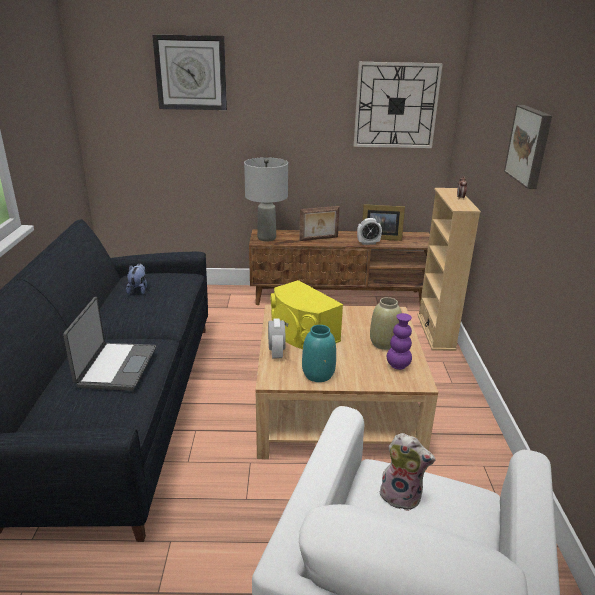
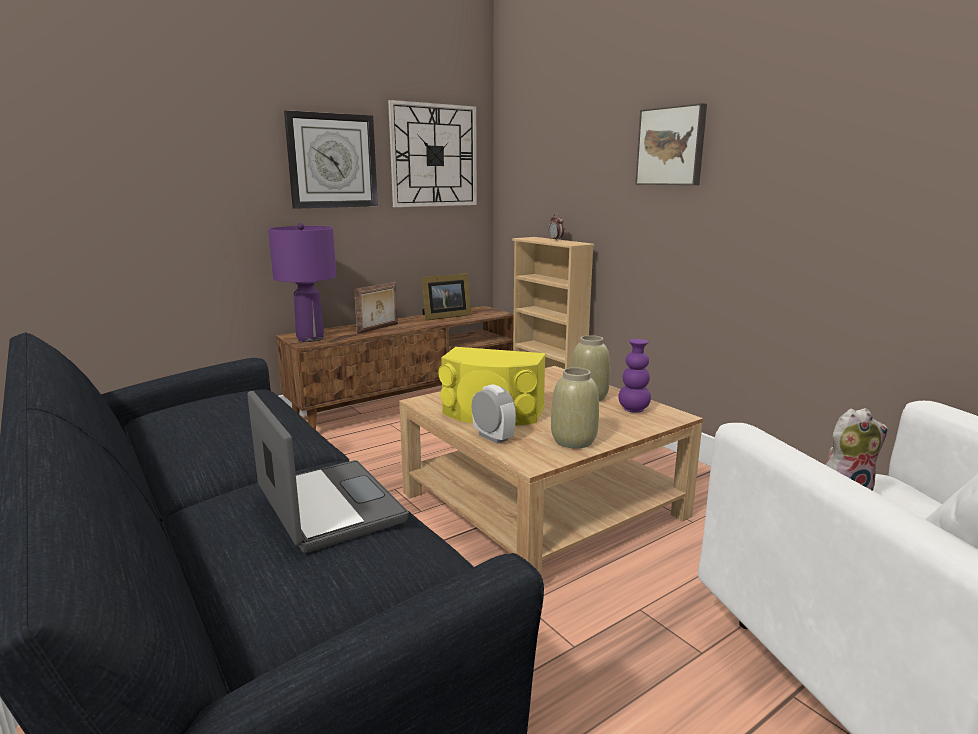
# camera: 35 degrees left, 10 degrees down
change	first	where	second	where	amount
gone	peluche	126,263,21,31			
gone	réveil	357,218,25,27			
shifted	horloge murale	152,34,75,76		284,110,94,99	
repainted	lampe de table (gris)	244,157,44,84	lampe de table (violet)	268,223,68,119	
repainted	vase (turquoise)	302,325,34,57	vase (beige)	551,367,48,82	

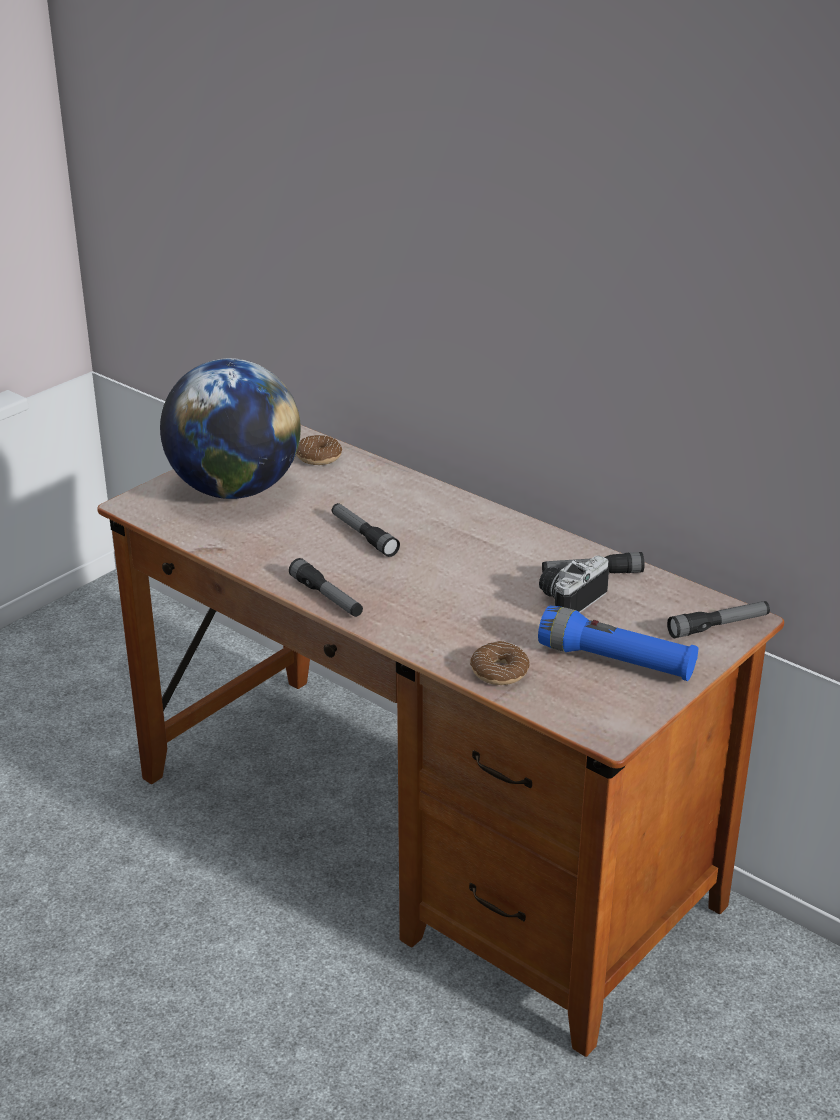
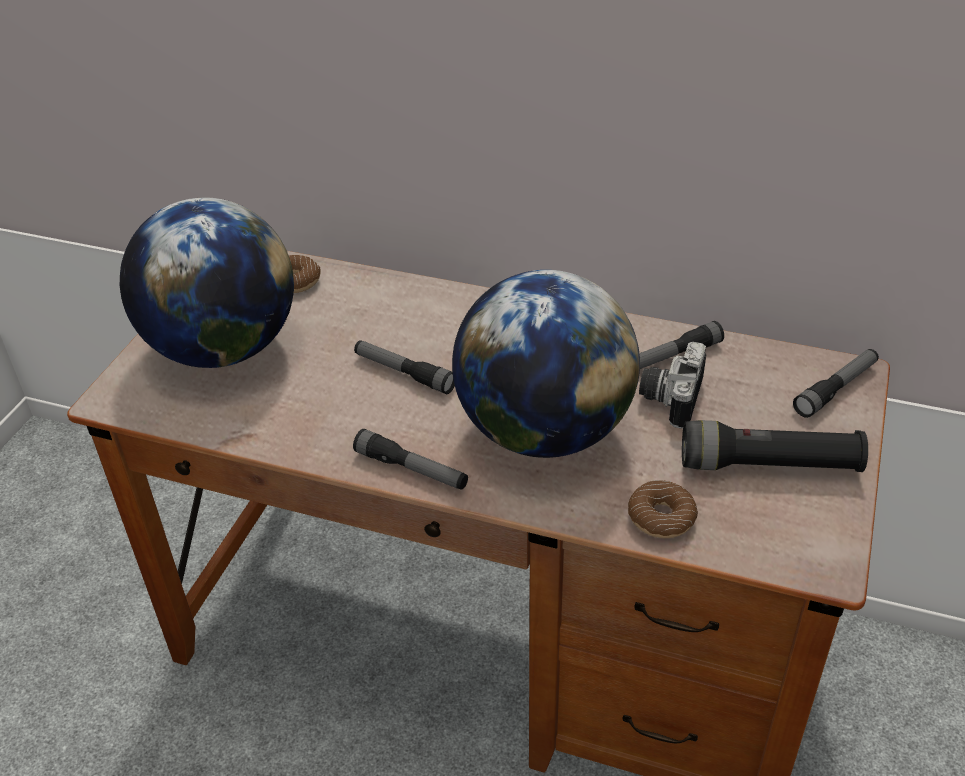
# camera: 20 degrees left, 10 degrees up
change	first	where	second	where	amount
new			globe	452,270,188,188	
repainted	lampe de poche (bleu)	538,605,161,76	lampe de poche (noir)	682,420,186,52	

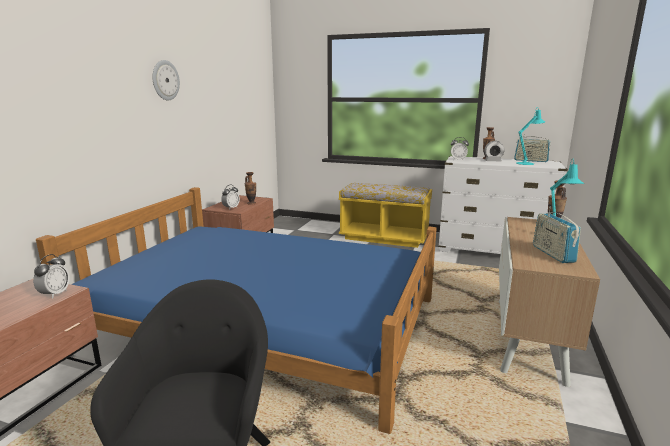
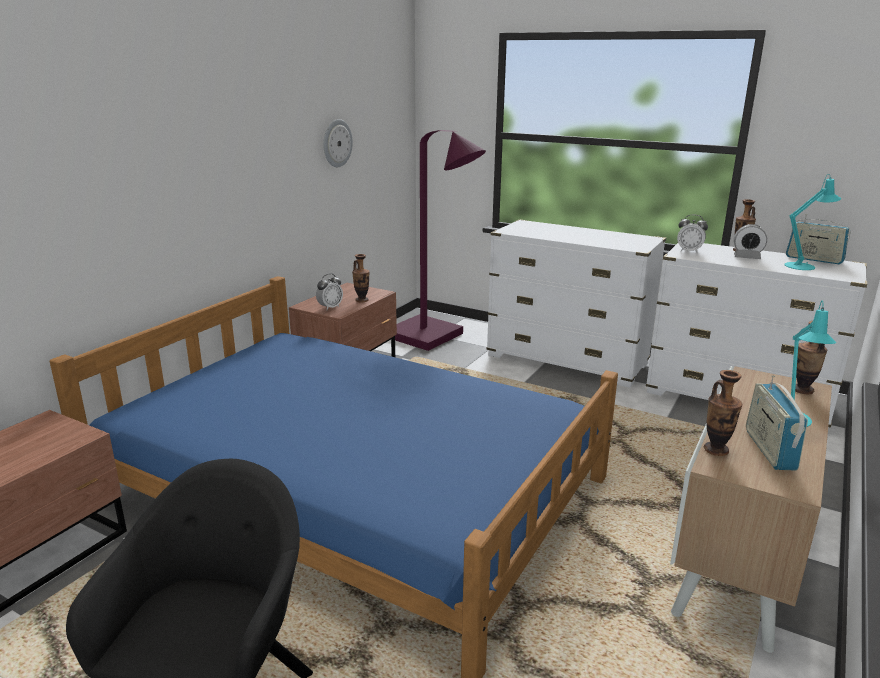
# camera: 10 degrees right, 5 degrees up
change	first	where	second	where	amount
gone	réveil	33,254,37,45			
new			lampadaire (violet)	395,130,91,221	
new			vase	703,370,39,86	
shifted	horloge murale	152,60,28,41		323,119,30,48	
swapped	banc (jaune)	339,183,93,65	commode (blanc)	487,219,179,169	

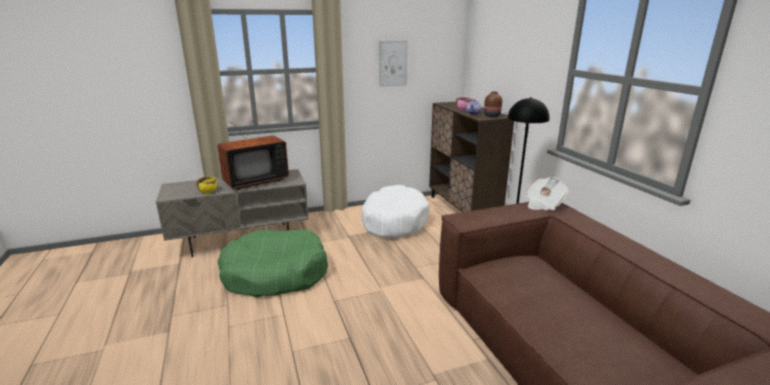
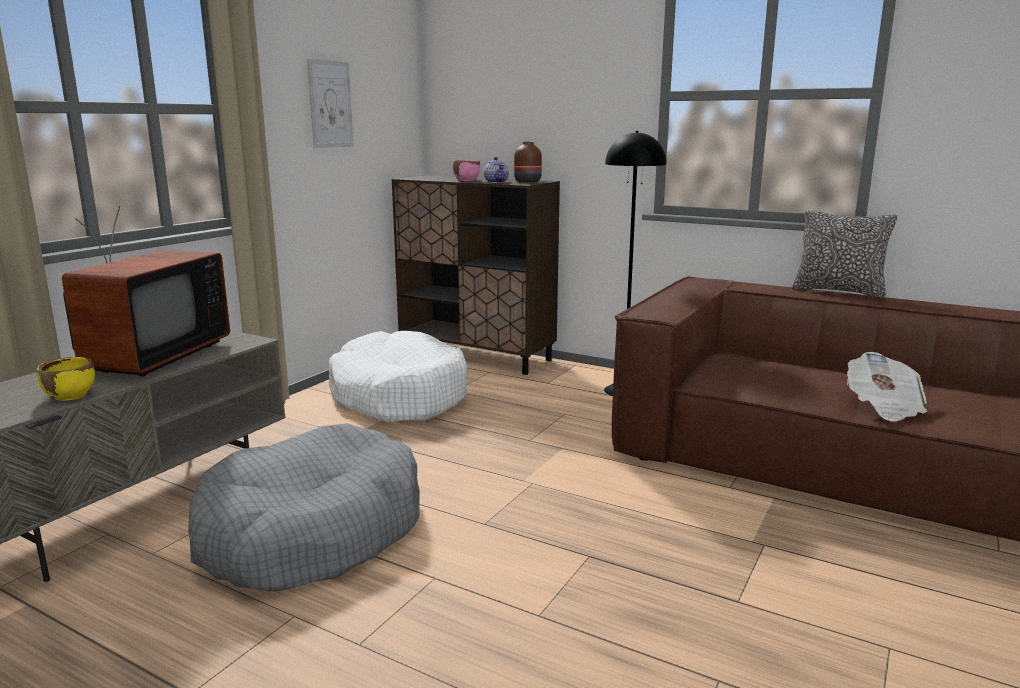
# camera: 40 degrees left, 5 degrees down
change	first	where	second	where	amount
new			coussin	792,210,105,89	
shifted	journal	526,177,43,33		847,352,80,69	
repainted	panier pour chien (vert)	218,229,110,68	panier pour chien (gris)	188,423,232,169	

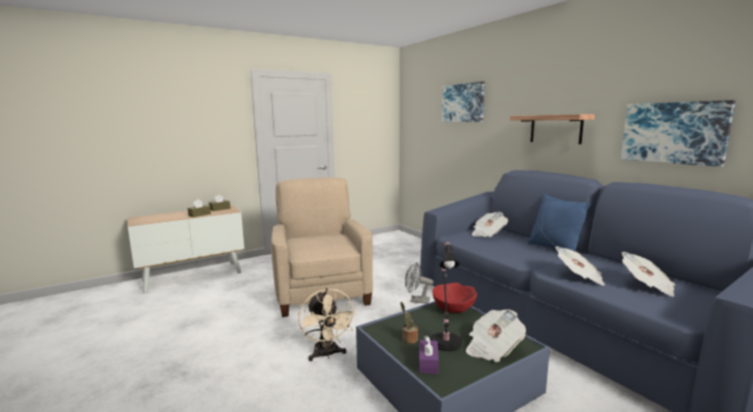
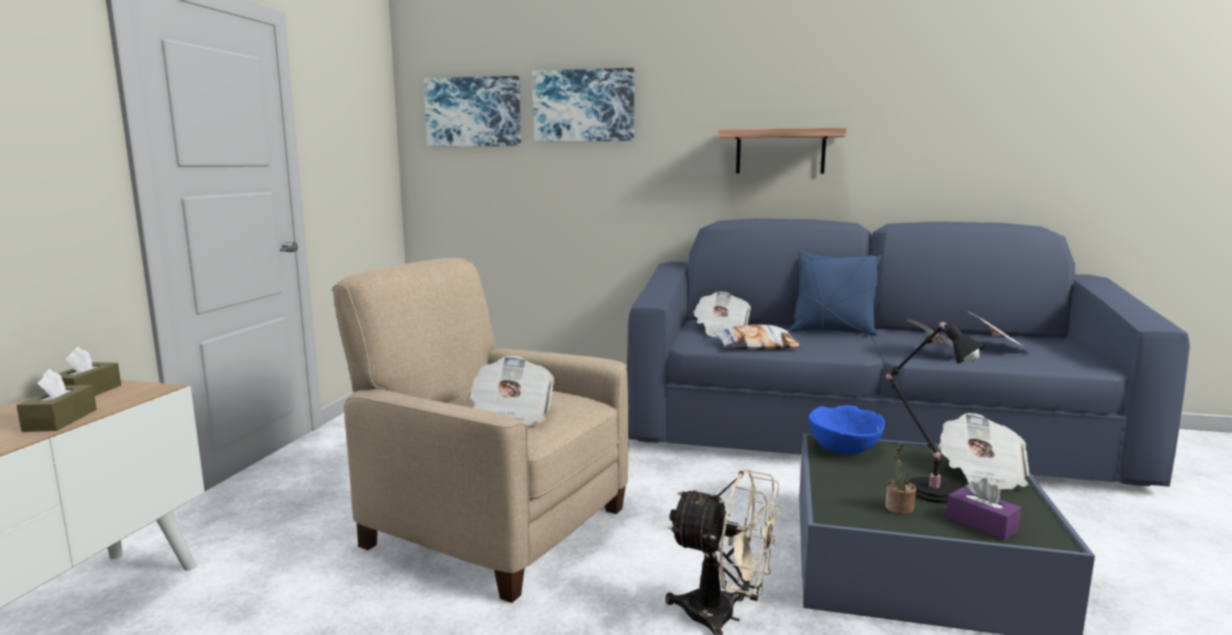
# camera: 45 degrees left, 0 degrees up
change	first	where	second	where	amount
gone	ventilateur (gris)	405,262,29,42			
new			journal	468,356,87,70	
new			coussin	713,325,88,25	
shifted	tableau	621,100,114,67		424,76,97,70	
repainted	bol (rouge)	432,283,45,30	bol (bleu)	808,405,77,49	

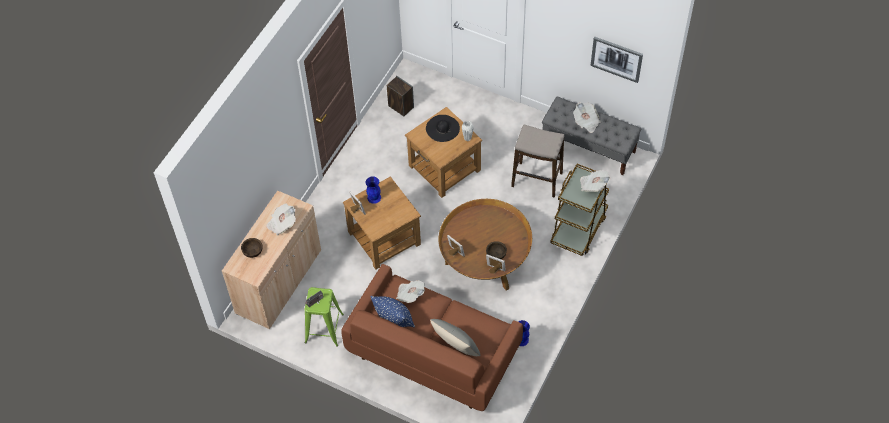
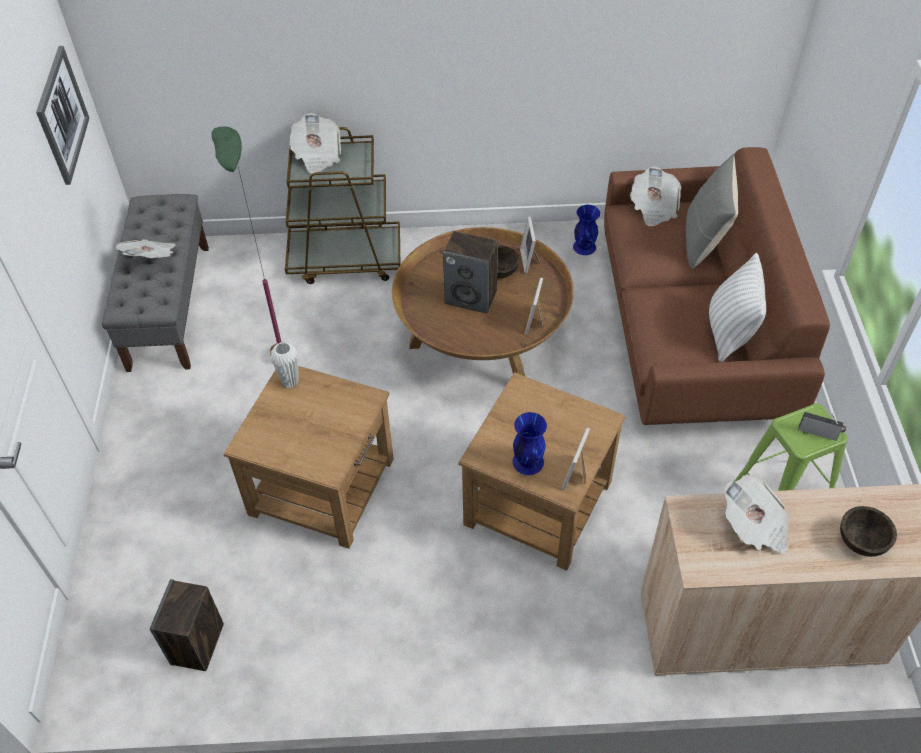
# camera: 120 degrees left, 5 degrees down
change	first	where	second	where	amount
gone	chapeau (noir)	426,115,34,27			
new			enceinte	443,231,55,83	
shifted	journal	396,280,29,23		630,167,51,60	
swapped	tabouret	511,125,53,73	lampadaire (vert)	211,126,72,230	
repainted	coussin (bleu)	371,296,44,31	coussin (blanc)	709,253,57,109	

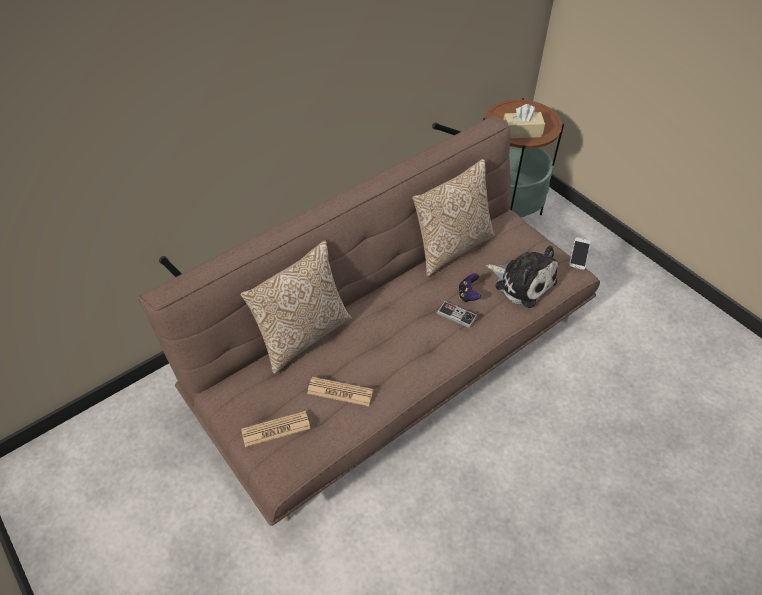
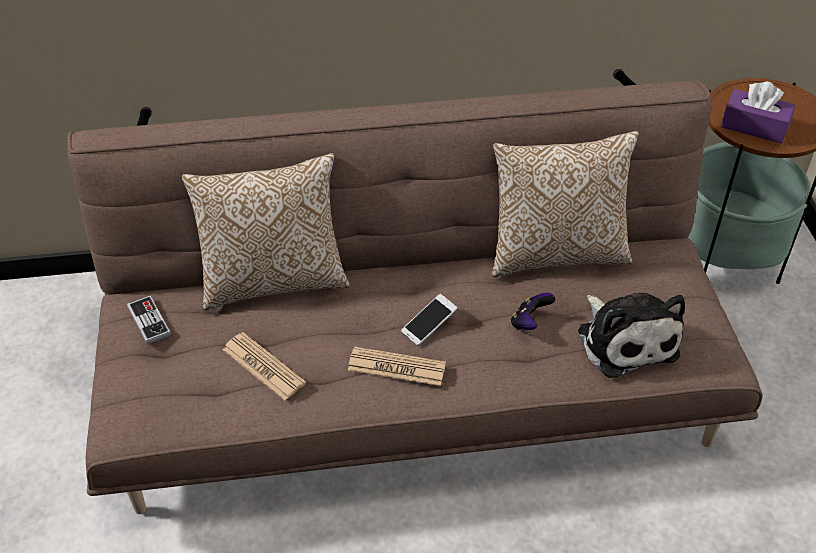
# camera: 30 degrees right, 5 degrees down
change	first	where	second	where	amount
shifted	journal	241,411,70,36		348,346,98,40	
shifted	manette	437,301,40,27		127,295,44,50	
shifted	téléphone	569,237,22,33		401,294,57,52	
repainted	boîte à mouchoirs (beige)	504,104,41,34	boîte à mouchoirs (violet)	721,82,74,61	

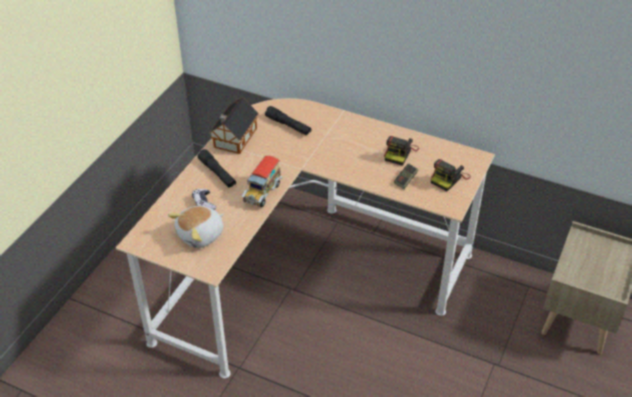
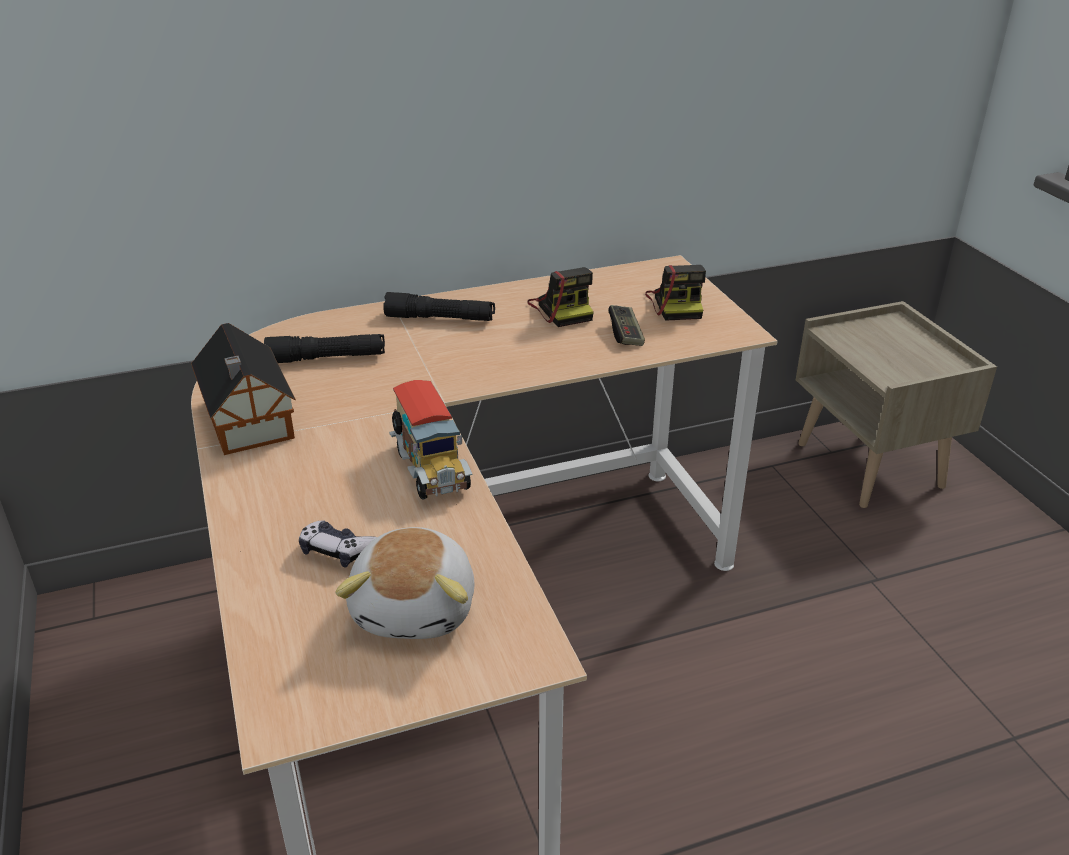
# camera: 45 degrees left, 10 degrees down
change	first	where	second	where	amount
shifted	lampe de poche (noir)	198,149,38,39		383,292,112,29	

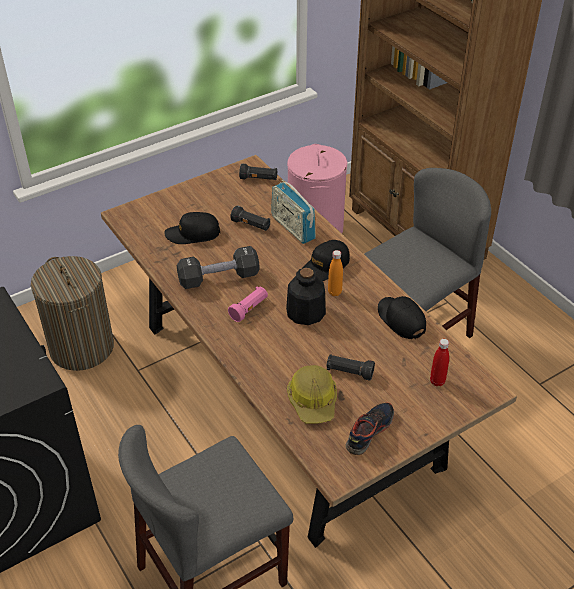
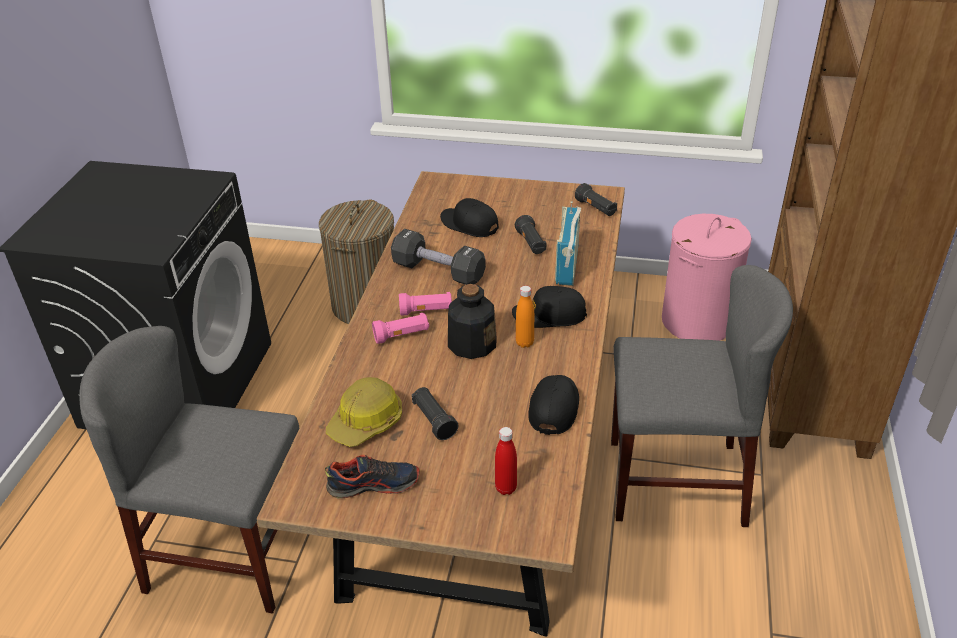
# camera: 45 degrees right, 5 degrees down
change	first	where	second	where	amount
new			lampe de poche (rose)	372,313,57,31	

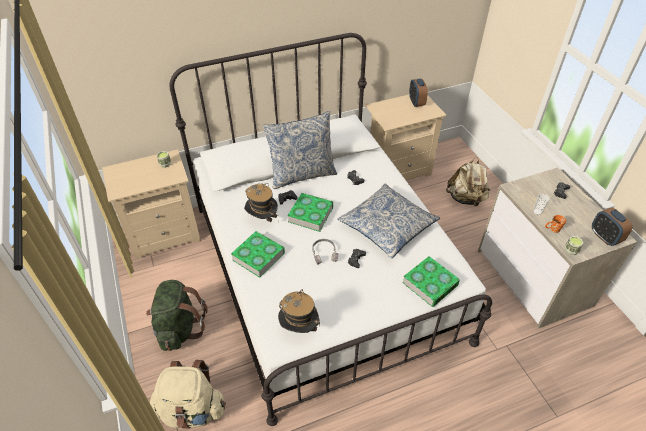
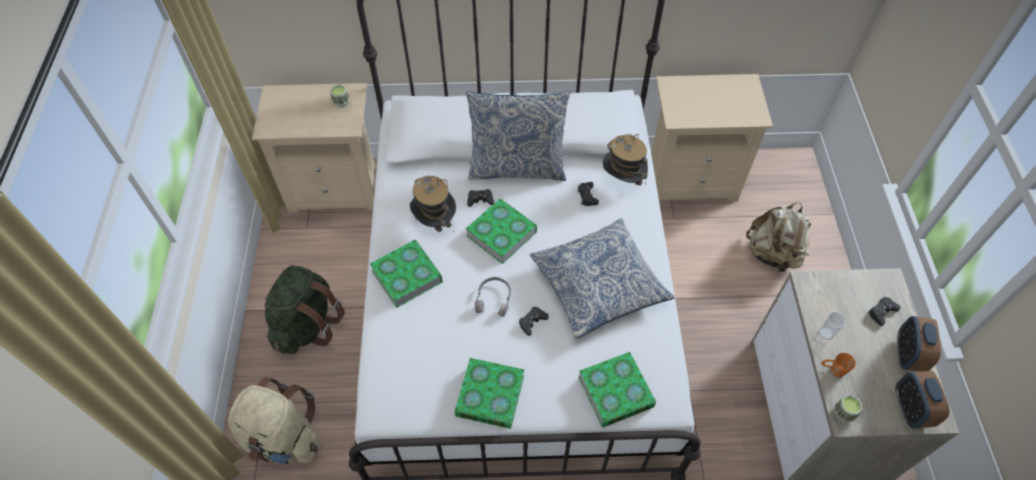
# camera: 20 degrees right, 10 degrees up
change	first	where	second	where	amount
new			livre	454,358,70,71	
shifted	chapeau	278,289,42,44		603,134,45,52	
shifted	réveil	409,79,19,28		897,316,44,56	

